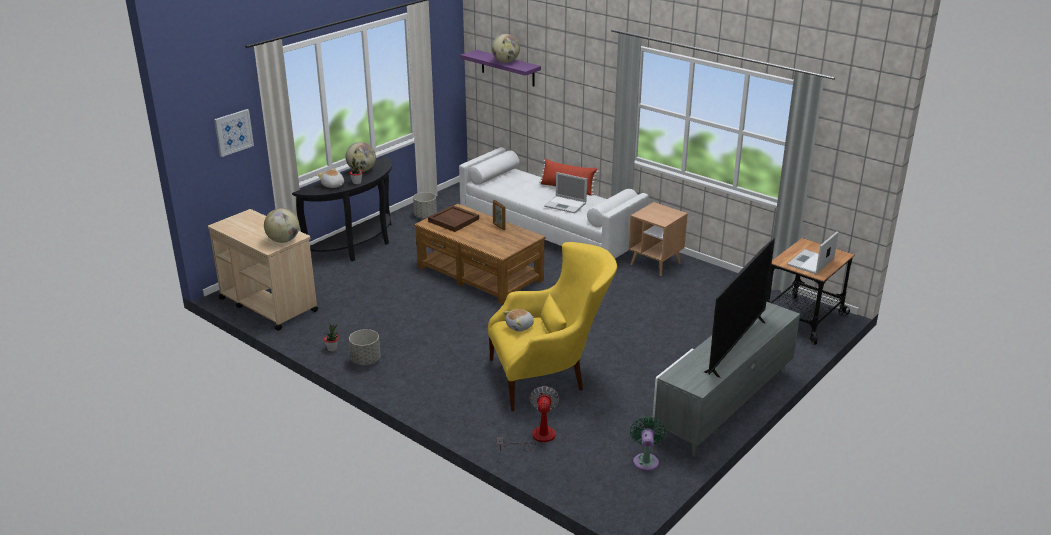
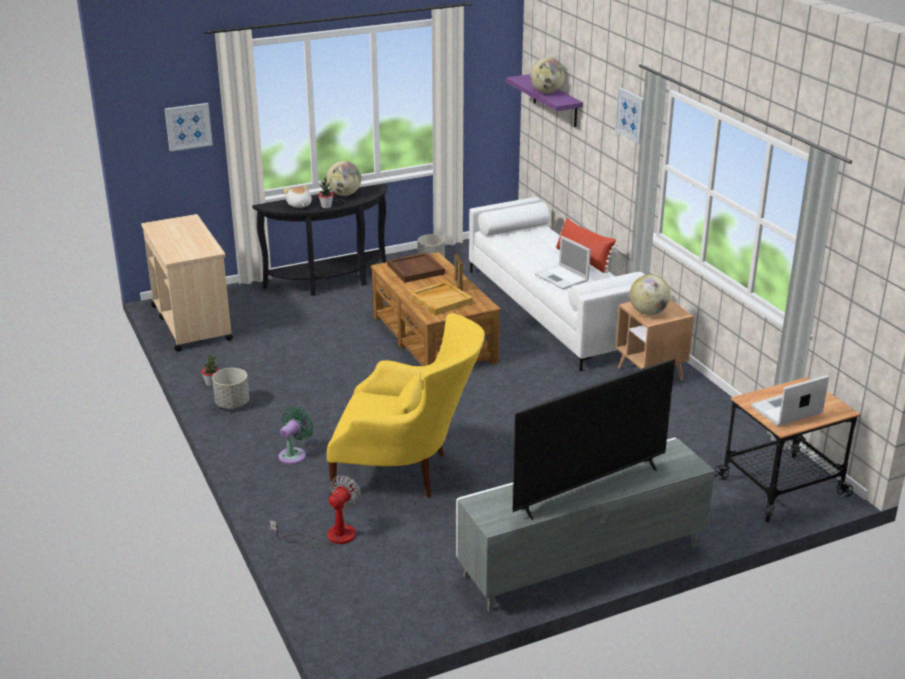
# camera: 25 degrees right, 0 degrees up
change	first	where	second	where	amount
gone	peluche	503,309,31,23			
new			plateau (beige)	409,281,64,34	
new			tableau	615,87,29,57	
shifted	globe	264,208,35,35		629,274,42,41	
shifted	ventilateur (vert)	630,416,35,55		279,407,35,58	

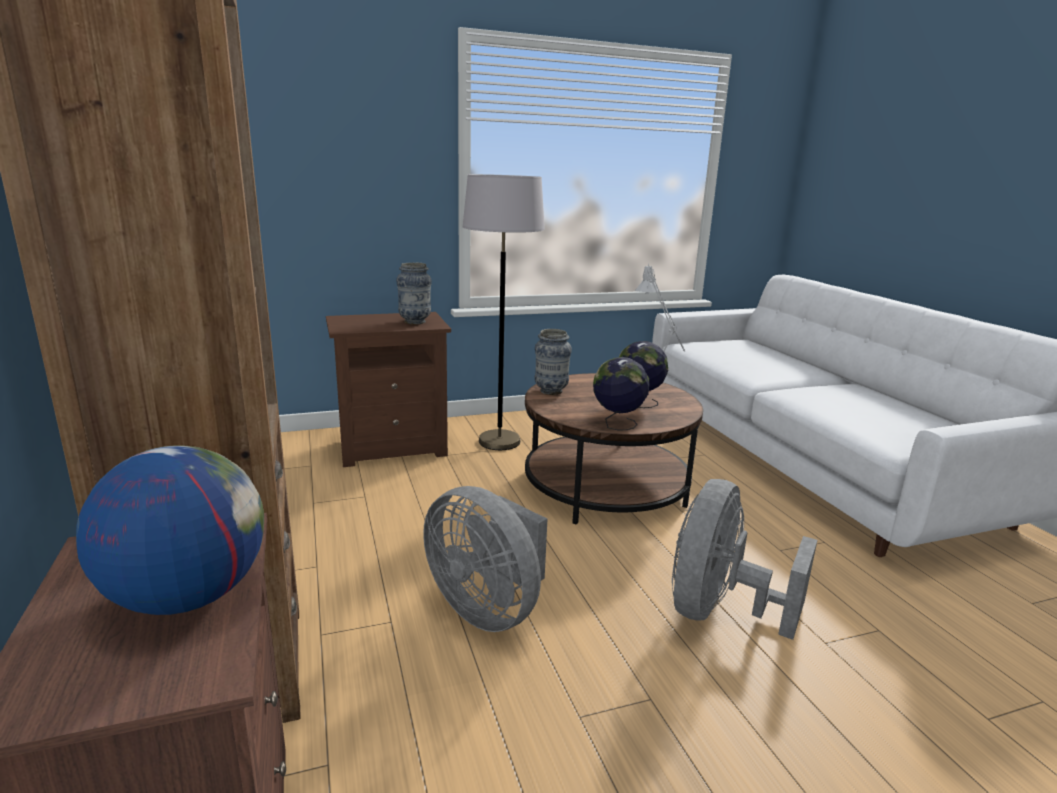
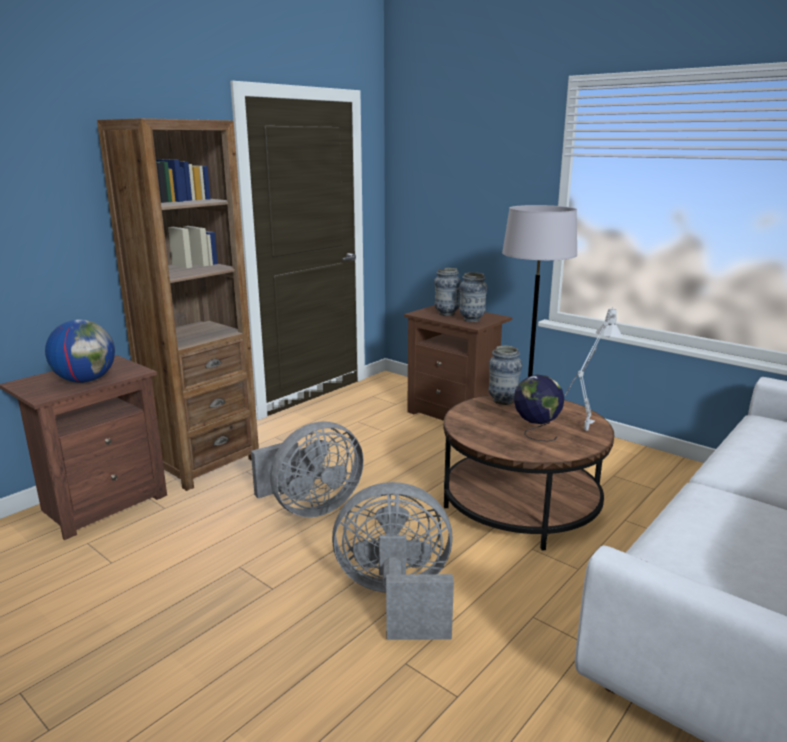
# camera: 60 degrees right, 0 degrees up
change	first	where	second	where	amount
gone	globe	593,357,56,73			
new			vase	434,268,27,48	
rotated	ventilateur (gris)	423,486,124,146		251,422,113,95	135 degrees counterclockwise

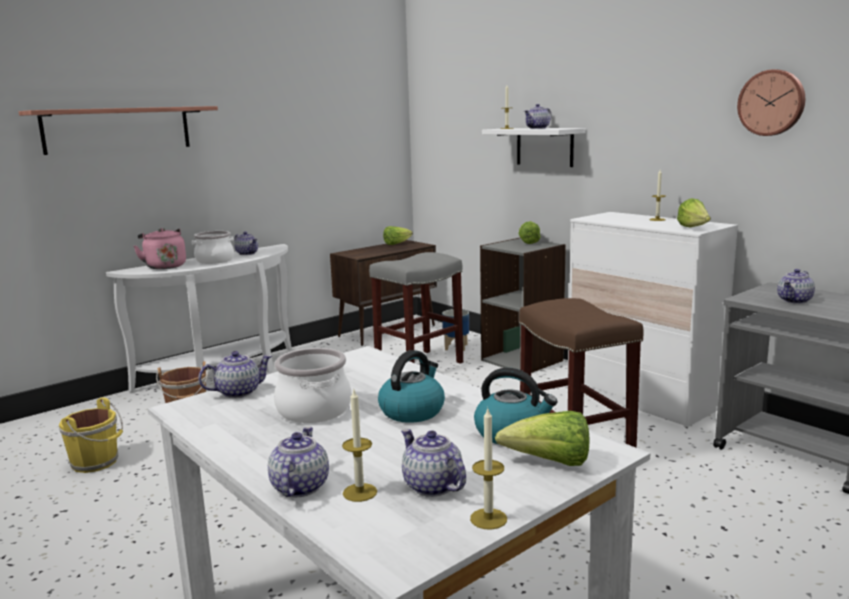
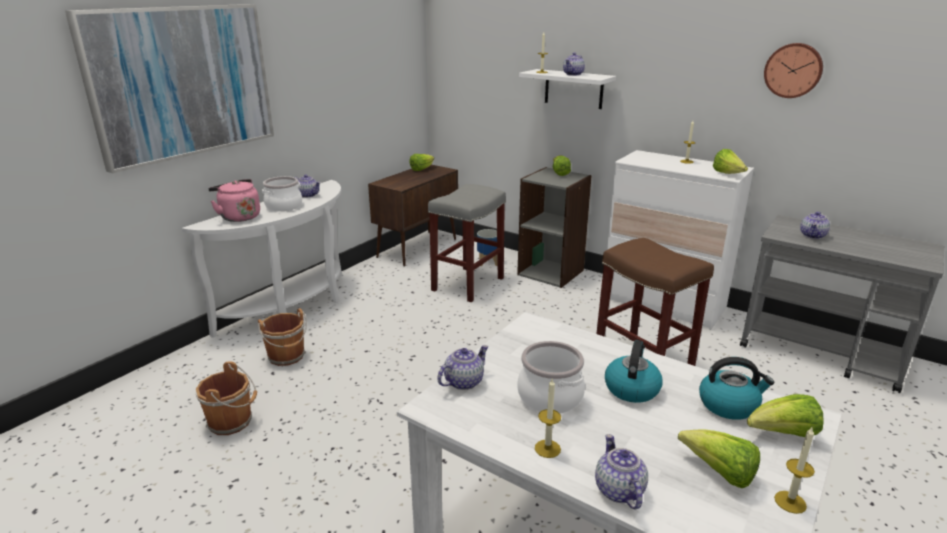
# camera: 15 degrees left, 10 degrees up
change	first	where	second	where	amount
shifted	bougie	342,390,35,112		535,379,26,79	
swapped	étagère	19,106,199,49	tableau	65,4,209,169	
swapped	théière	401,429,65,68	laitue	678,430,82,58	
repainted	seau (jaune)	59,397,64,76	seau (marron)	196,361,61,74	

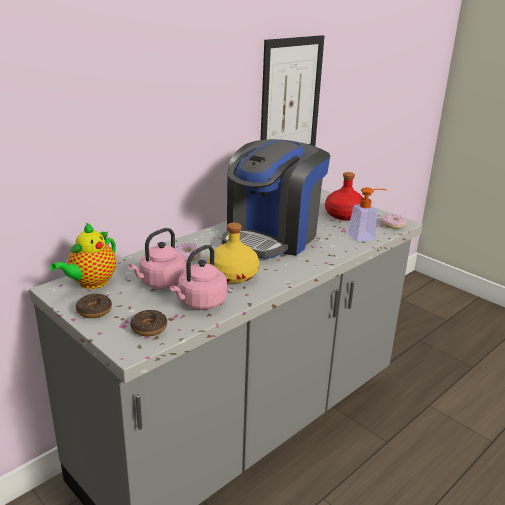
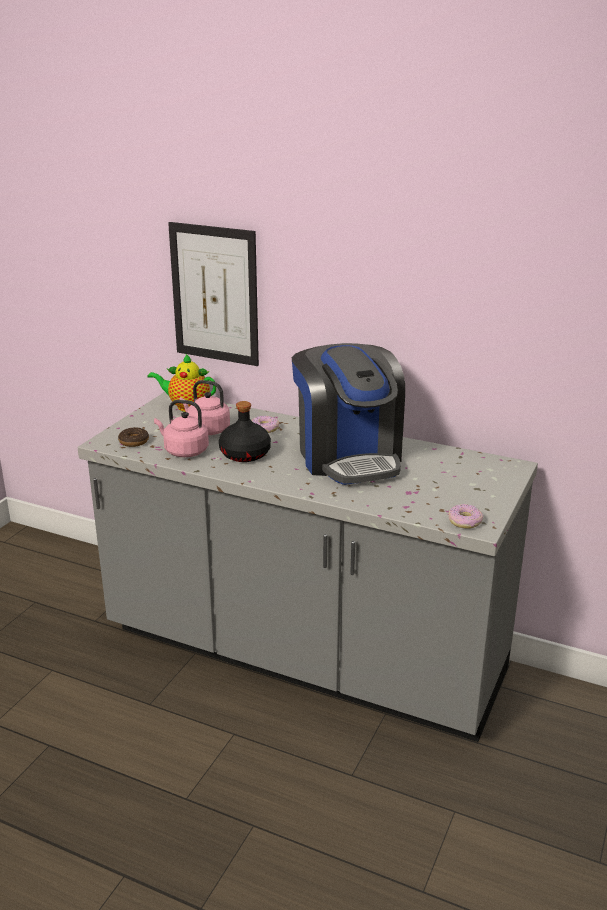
# camera: 70 degrees right, 0 degrees up
change	first	where	second	where	amount
gone	beignet	76,294,36,24			
gone	bouteille (rouge)	325,172,38,48			
gone	distributeur de savon	348,187,39,55			
shifted	tableau	260,35,64,111		168,222,91,144	
repainted	bouteille (jaune)	208,222,51,61	bouteille (noir)	219,401,52,61	
rotated	machine à café	222,139,108,120		292,343,113,142	120 degrees counterclockwise

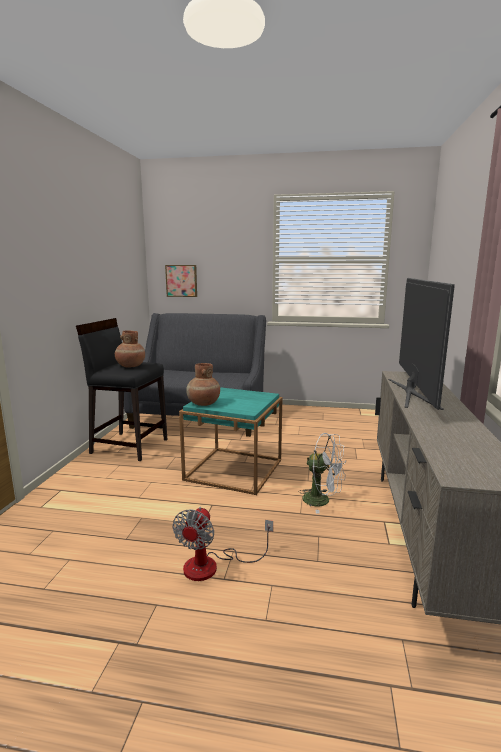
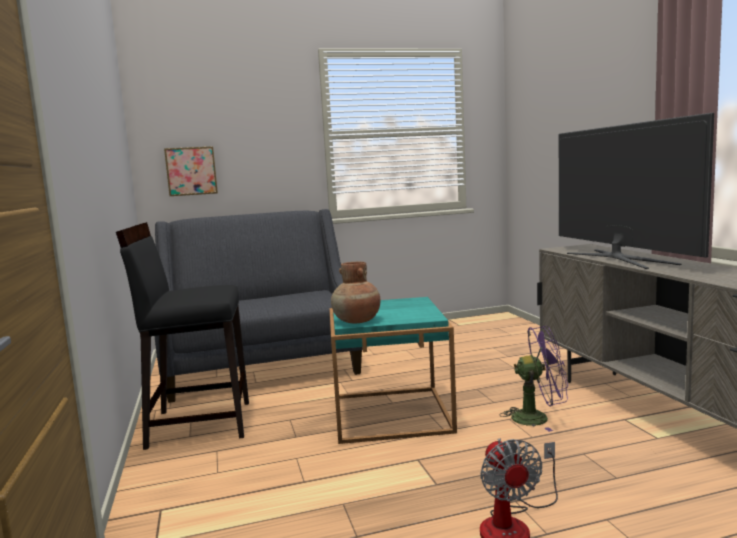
# camera: 25 degrees left, 5 degrees down
change	first	where	second	where	amount
gone	vase (marron)	115,330,30,38			
repainted	ventilateur (blanc)	298,433,48,80	ventilateur (violet)	499,326,69,106	

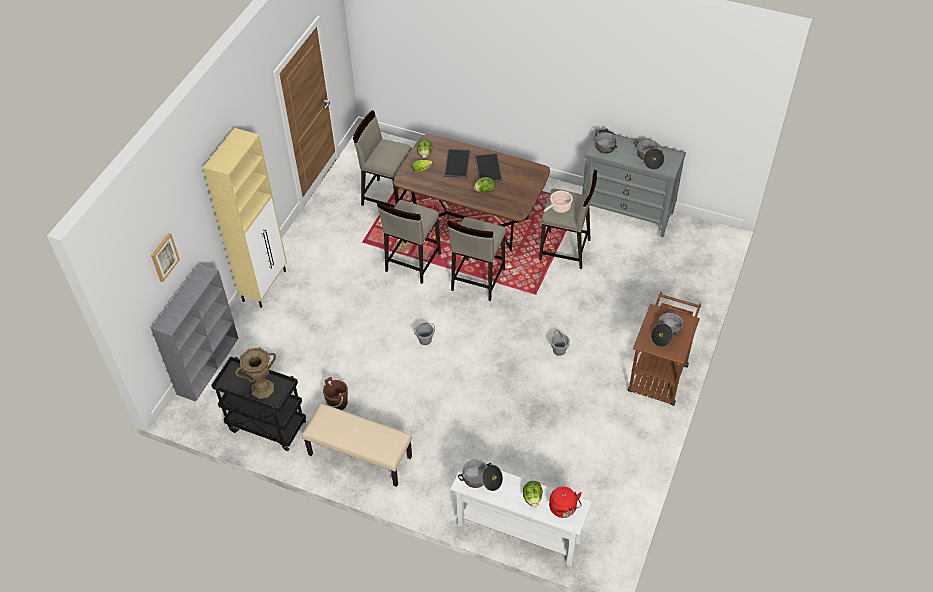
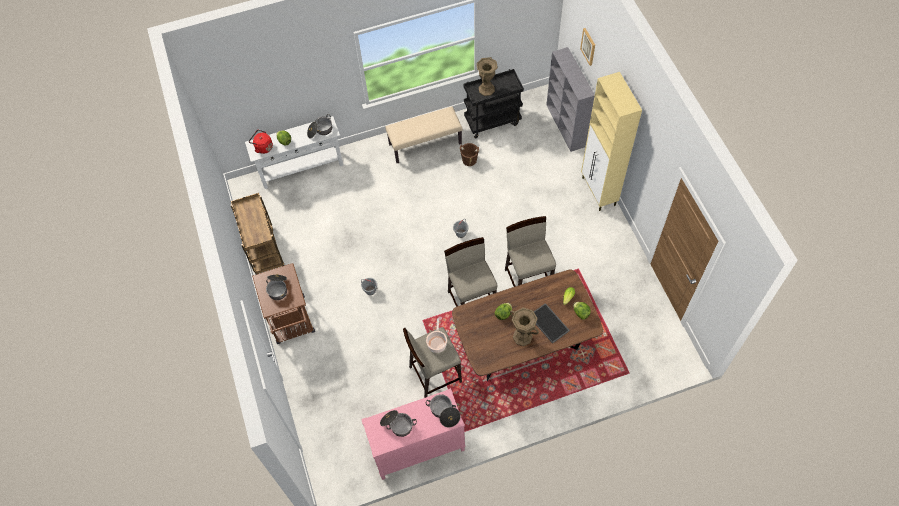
# camera: 140 degrees right, 10 degrees up
change	first	where	second	where	amount
gone	tabouret (beige)	353,110,59,98			
new			chariot (marron)	231,193,54,82	
swapped	plateau	475,153,28,29	vase (marron)	510,308,29,38	
repainted	commode (gris)	582,131,104,106	commode (rose)	361,388,104,92	

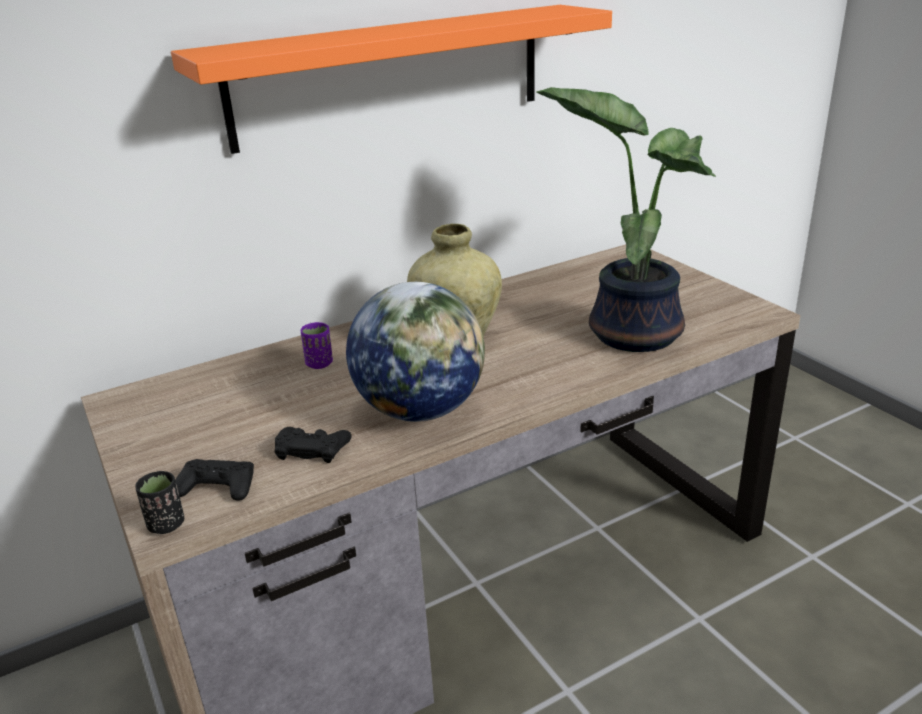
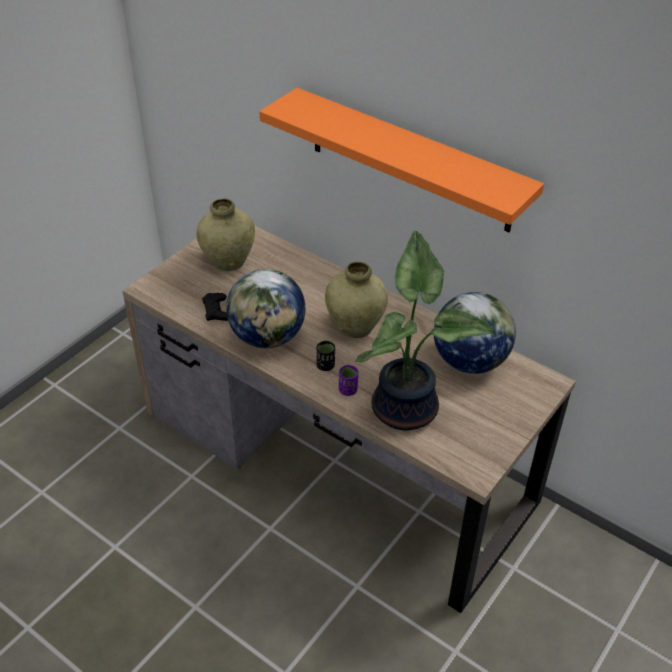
# camera: 65 degrees right, 15 degrees up
change	first	where	second	where	amount
gone	manette (noir)	175,459,79,42			
new			vase (beige)	197,199,58,72	
new			globe	434,292,82,82	
shifted	tasse (noir)	135,471,49,63		316,341,19,30	
shifted	tasse (violet)	301,322,32,47		339,365,19,31	

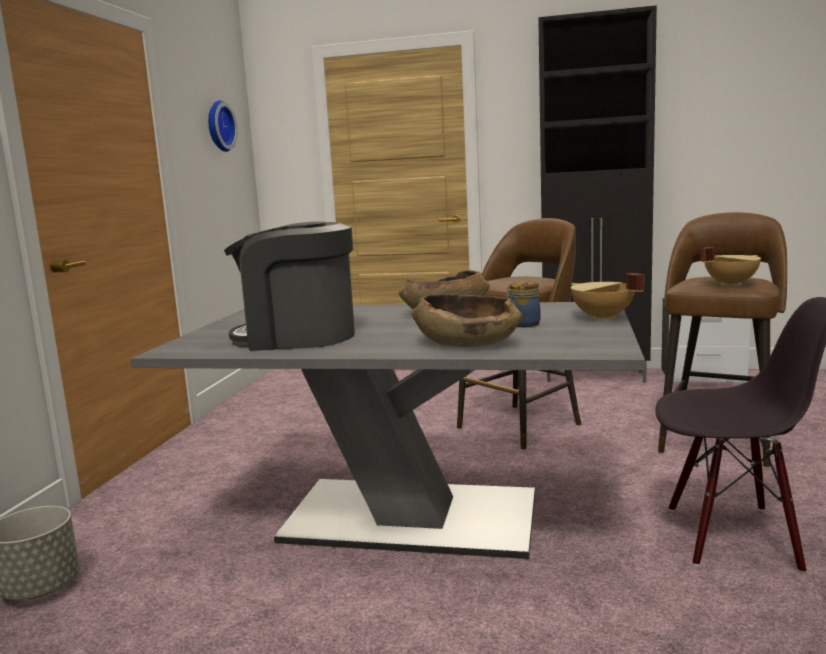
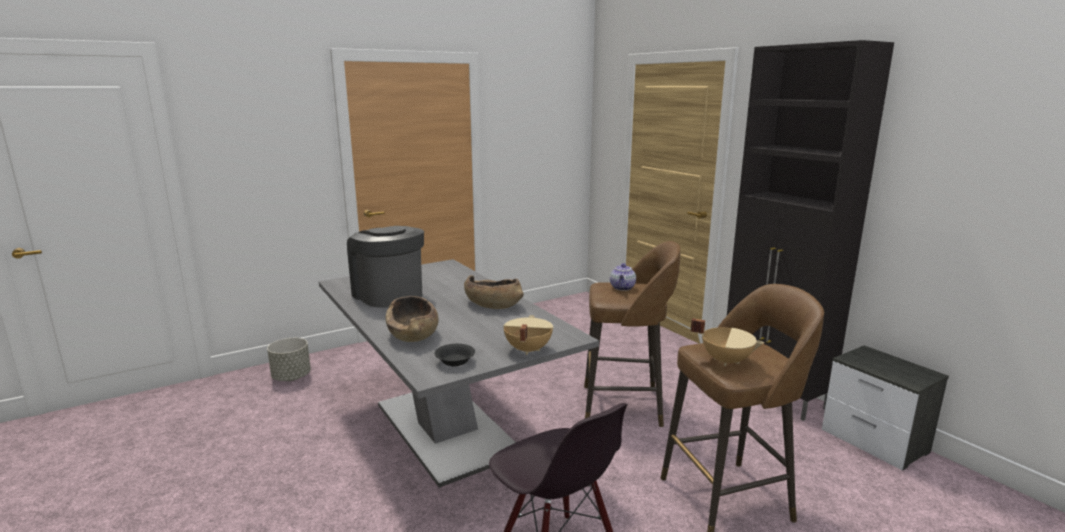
# camera: 45 degrees right, 5 degrees up
change	first	where	second	where	amount
gone	horloge murale	208,100,30,52			
gone	bocal	506,281,35,46			
new			bol (noir)	435,344,40,23	
new			théière	610,263,26,28	

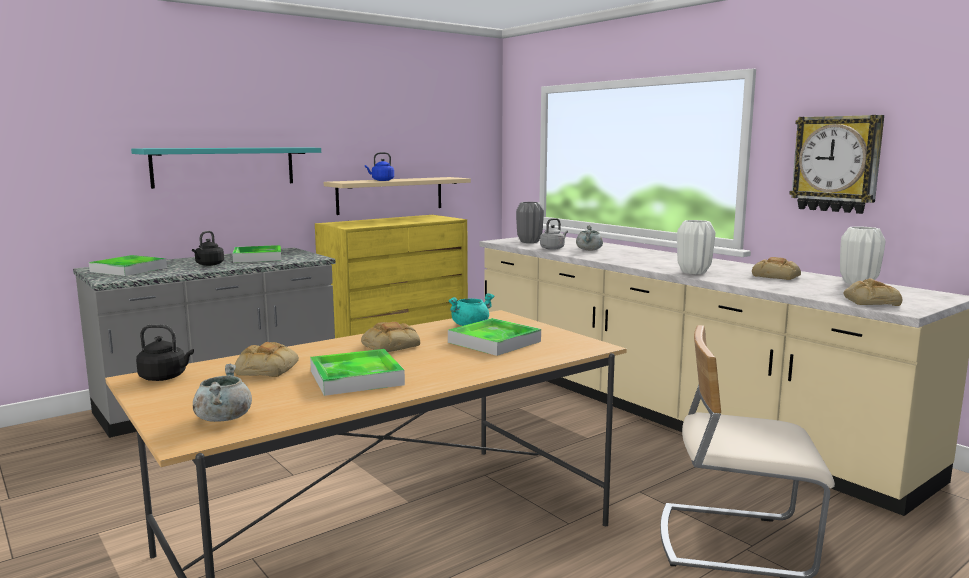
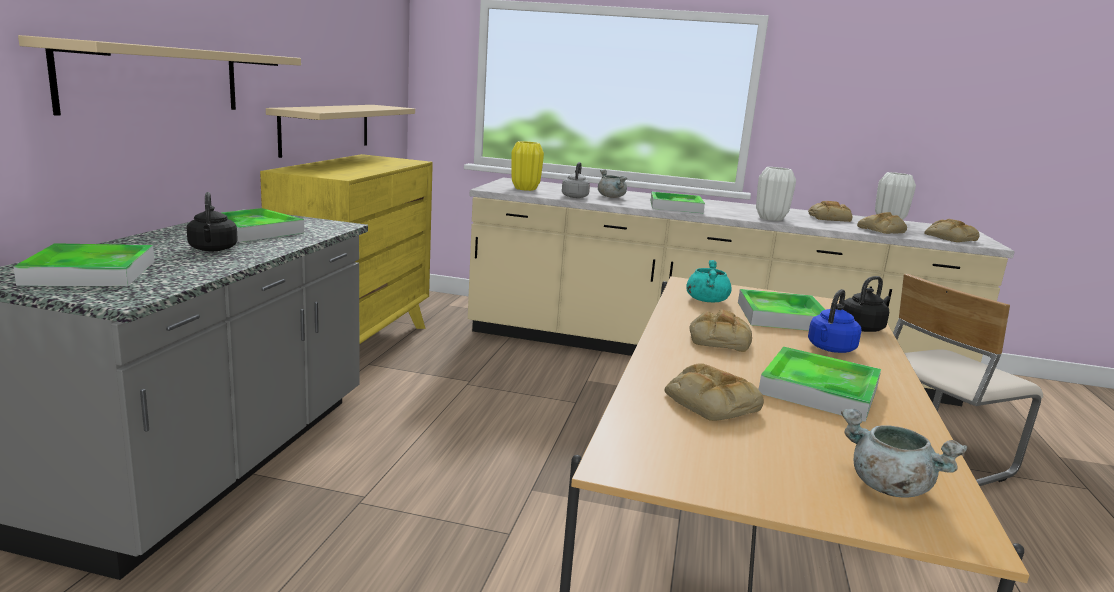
# camera: 40 degrees left, 5 degrees up
change	first	where	second	where	amount
gone	horloge murale	789,115,95,99			
new			plateau	651,192,54,21	
new			pain	857,212,50,22	
shifted	bouilloire (noir)	136,324,58,57		843,276,47,56	
shifted	bouilloire (bleu)	365,152,29,29		808,289,54,64	
repainted	étagère (turquoise)	131,147,190,42	étagère (beige)	18,35,283,81	
repainted	vase (gris)	516,202,28,41	vase (jaune)	511,141,33,50	

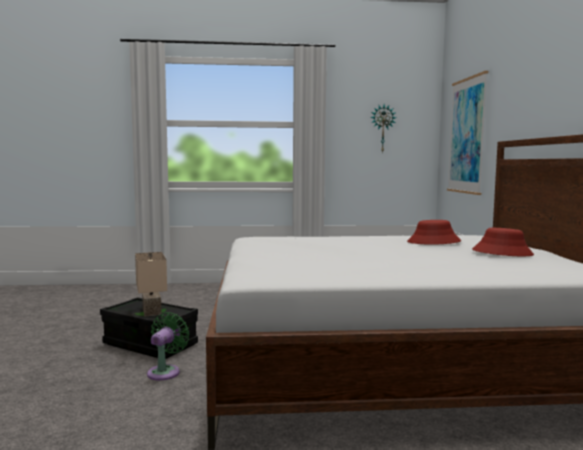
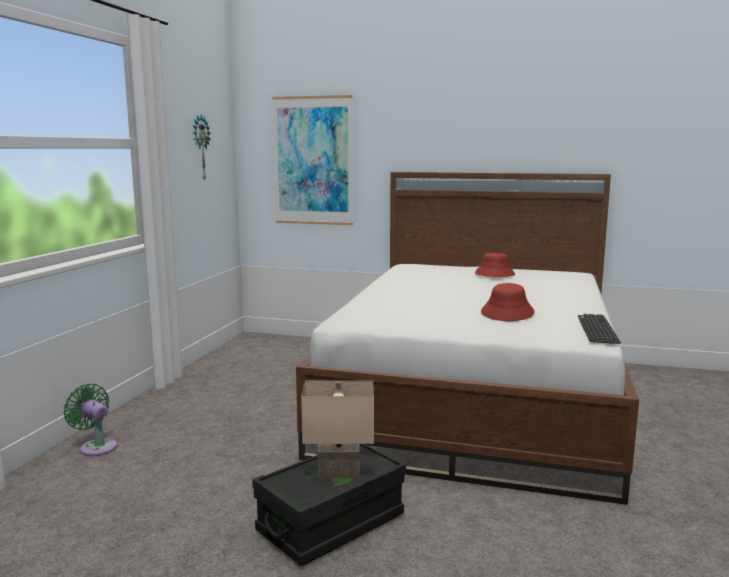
# camera: 70 degrees left, 5 degrees up
change	first	where	second	where	amount
new			clavier	578,314,43,30	
shifted	ventilateur (vert)	147,312,43,69		63,384,54,72	
shifted	chapeau (rouge)	407,220,54,24		481,283,54,38	

